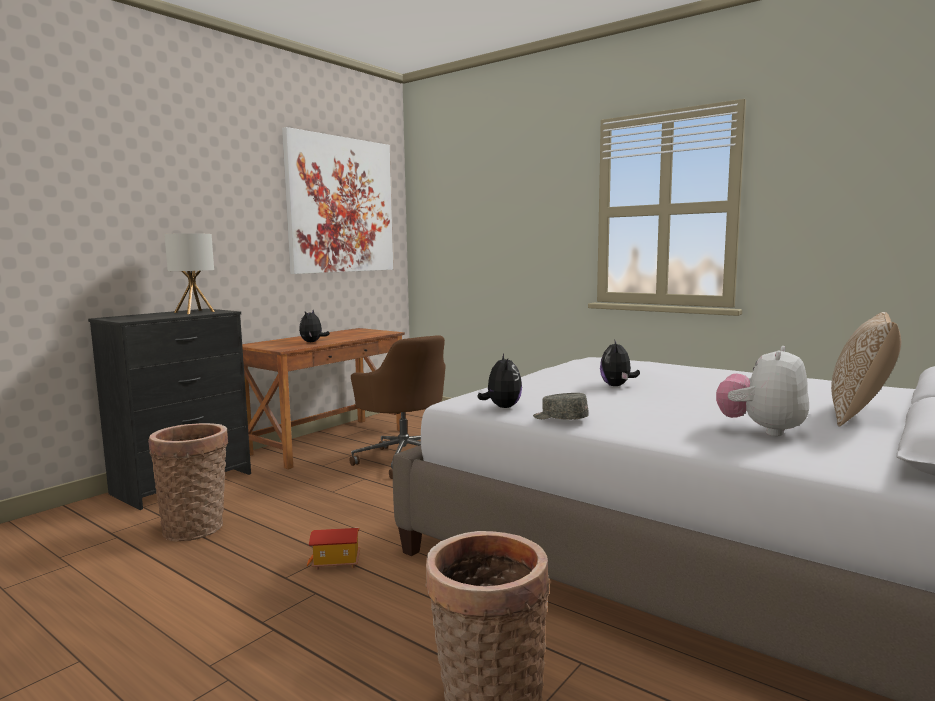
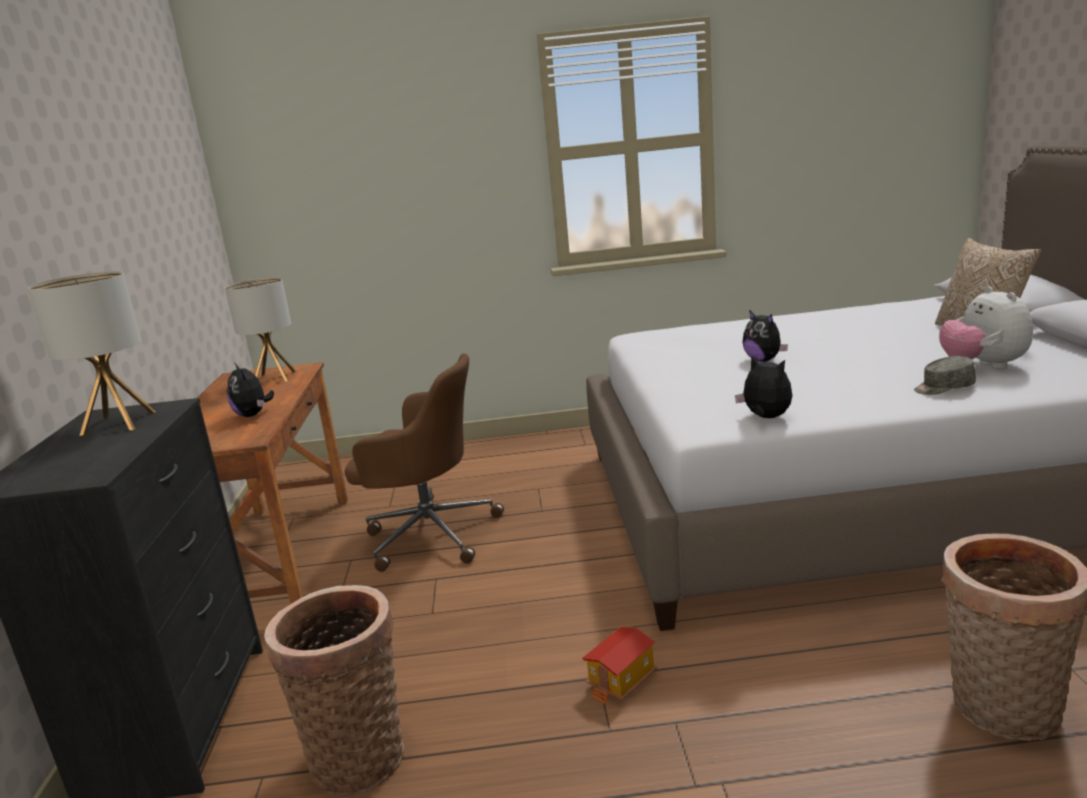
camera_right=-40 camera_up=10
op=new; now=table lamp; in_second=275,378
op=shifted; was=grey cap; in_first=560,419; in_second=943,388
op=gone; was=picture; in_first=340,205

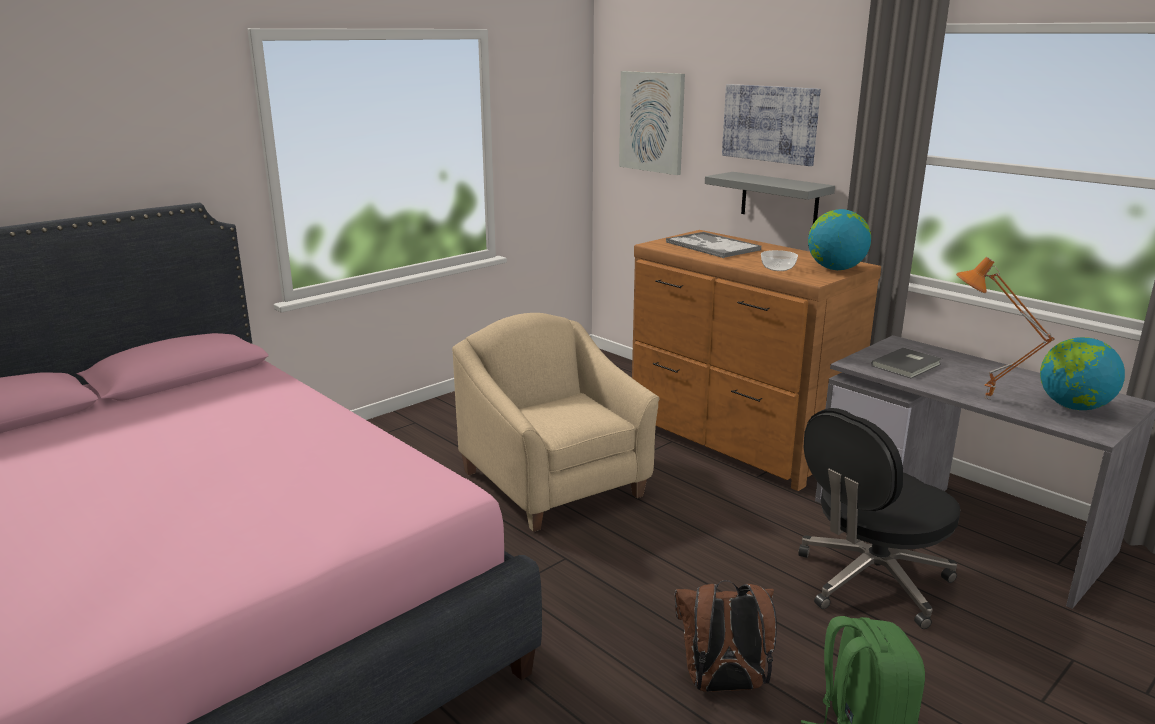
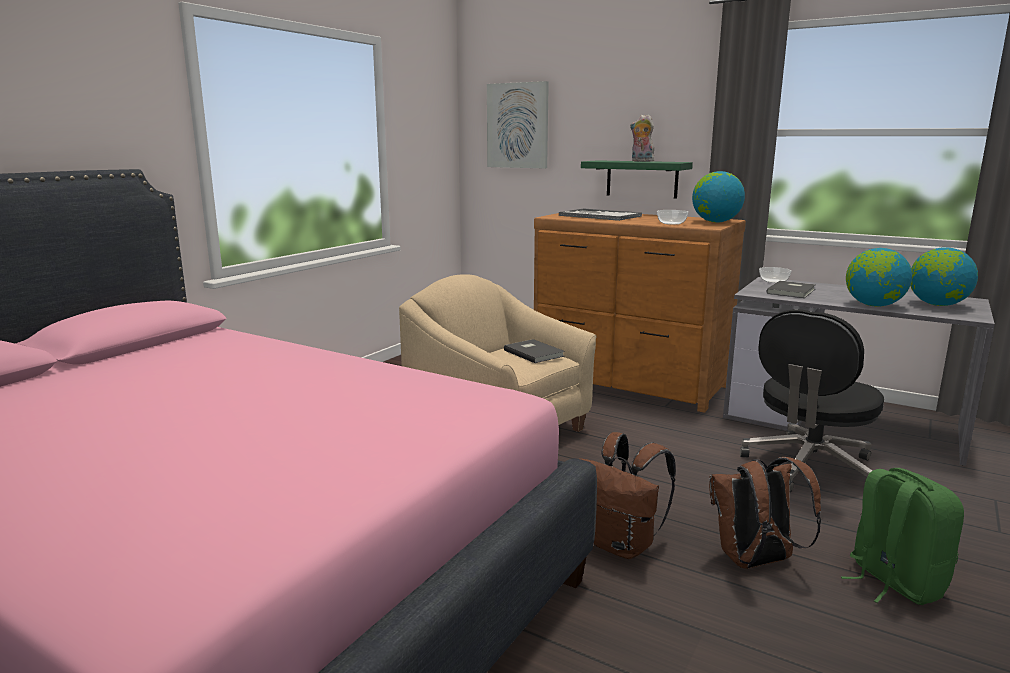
camera_right=-15 camera_up=-5
op=new; now=grey book; in_second=534,352
op=new; now=brown backpack; in_second=622,545
op=repainted; was=grey shelf; now=green shelf; in_first=779,199; in_second=642,179
op=new; now=plush toy; in_second=641,161
op=new; now=bowl; in_second=774,281
op=swapped; was=orange table lamp; now=globe; in_first=986,399; in_second=873,305
op=gone; was=picture; in_first=770,123

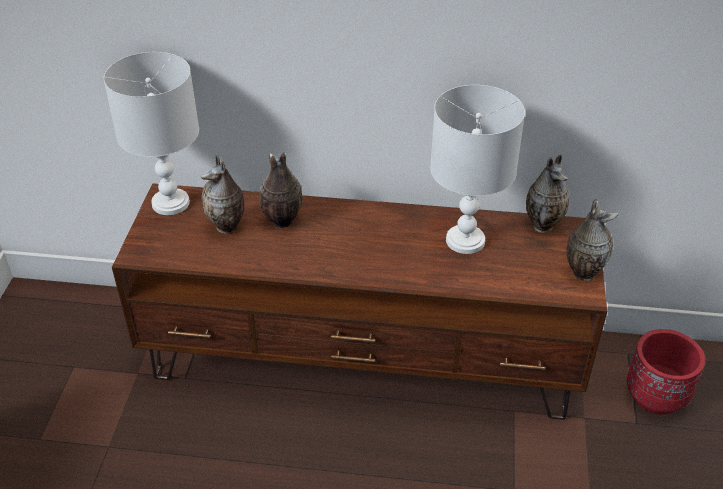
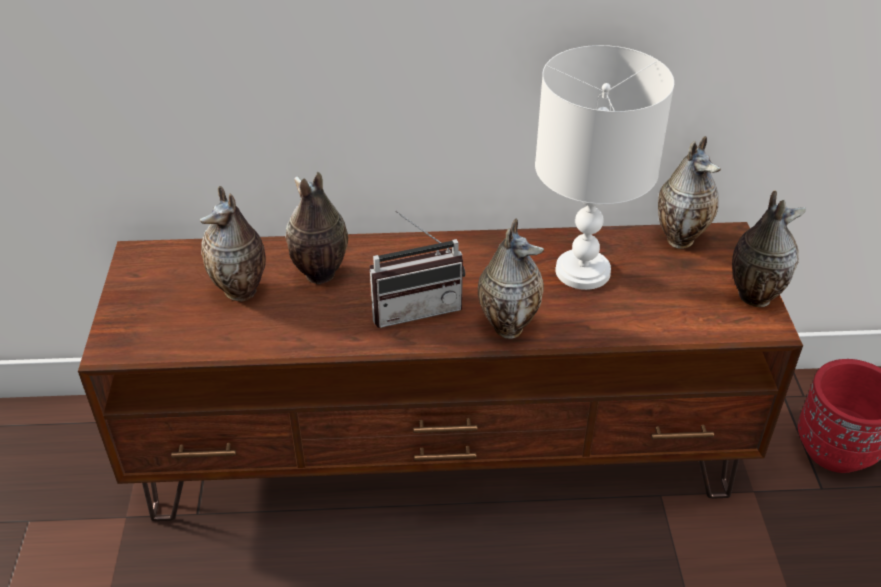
camera_right=-10 camera_up=0
op=new; now=radio; in_second=415,306
op=new; now=vase; in_second=508,325
op=gone; was=white table lamp; in_first=171,202

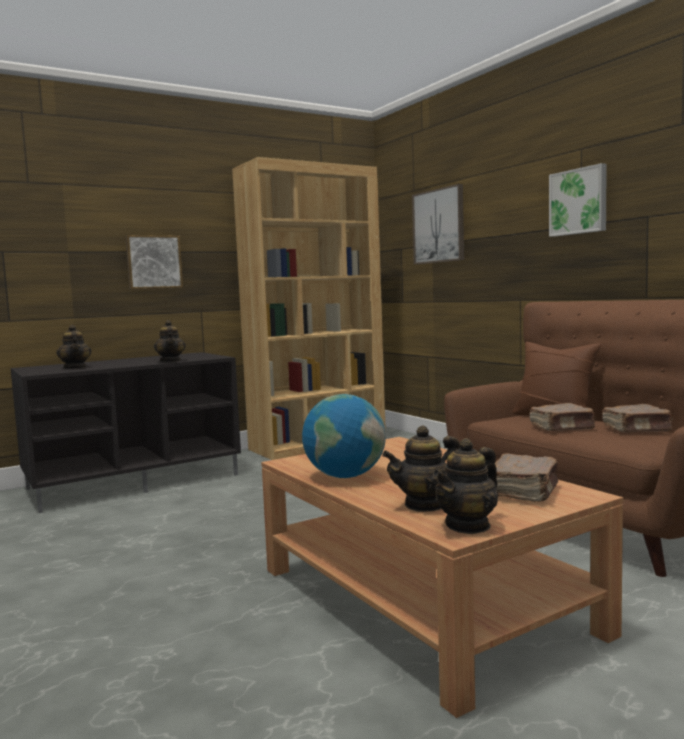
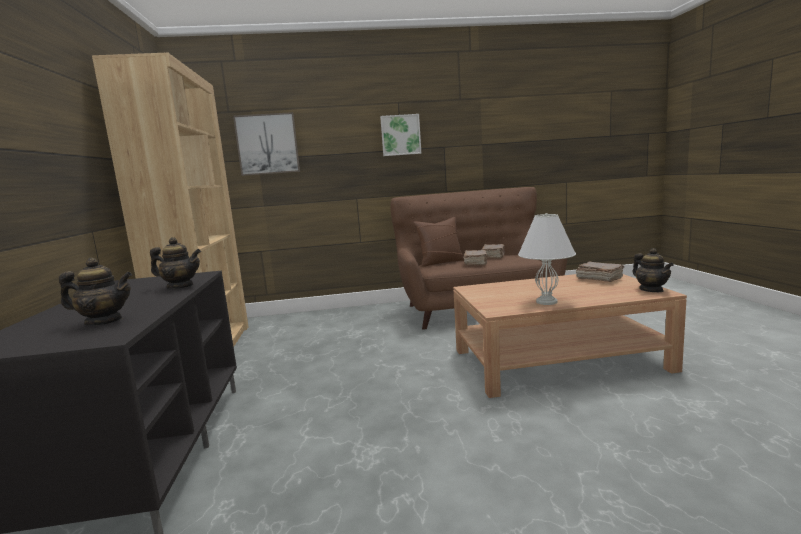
camera_right=-65 camera_up=5
op=swapped; was=globe; now=white table lamp; in_first=345,476; in_second=546,301
op=gone; was=picture; in_first=153,262
op=gone; was=teapot; in_first=425,505

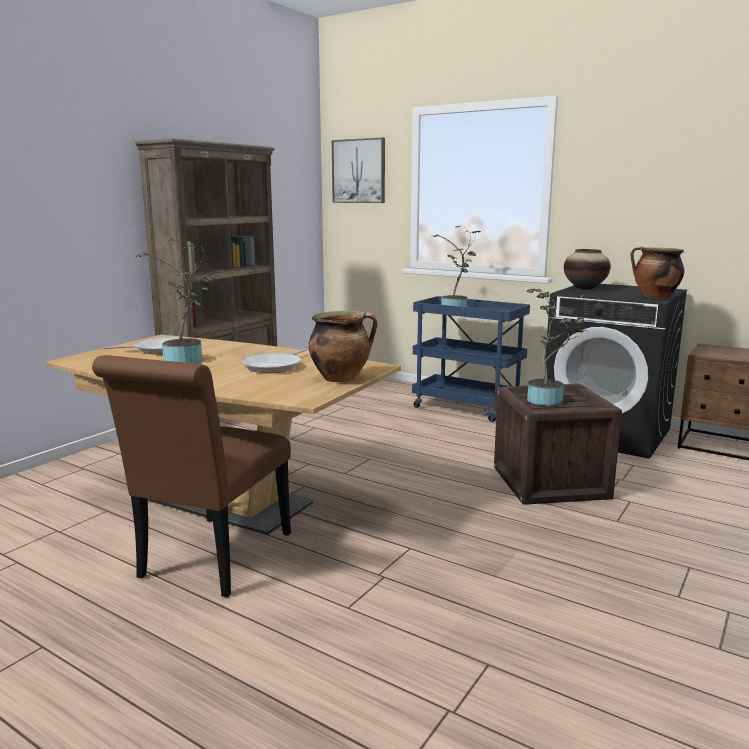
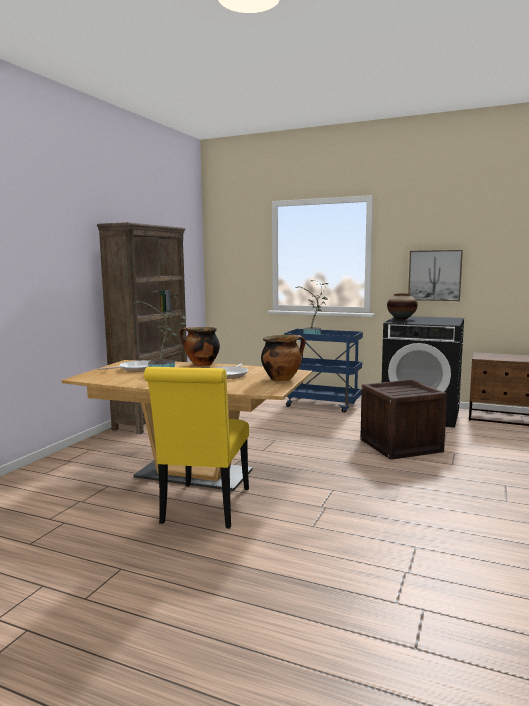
camera_right=-10 camera_up=-5
op=repainted; was=brown chair; now=yellow chair; in_first=211,560; in_second=204,509
op=shifted; was=cooking pot; in_first=654,297; in_second=201,365
op=shifted; was=picture; in_first=359,171; in_second=434,275
op=gone; was=potted plant; in_first=548,399

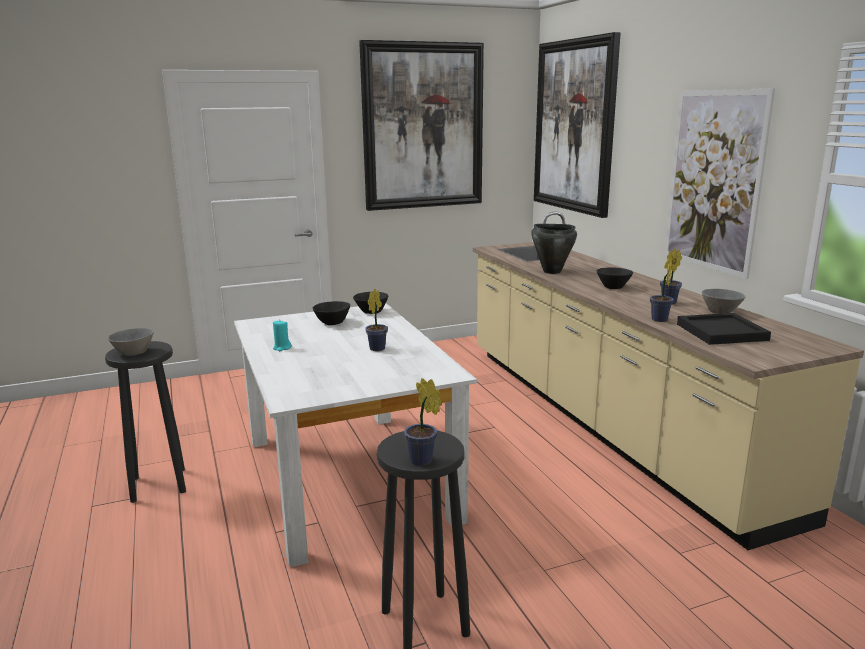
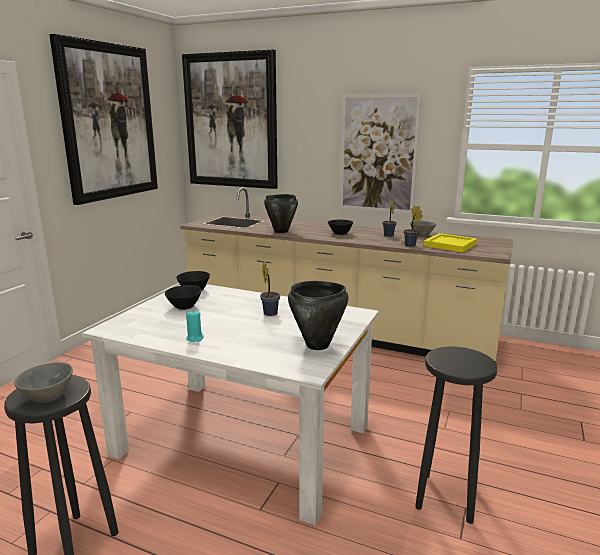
camera_right=-45 camera_up=0
op=new; now=black cooking pot; in_second=318,345
op=repainted; was=black tray; now=yellow tray; in_first=721,332; in_second=450,245
op=gone; was=potted plant; in_first=423,461

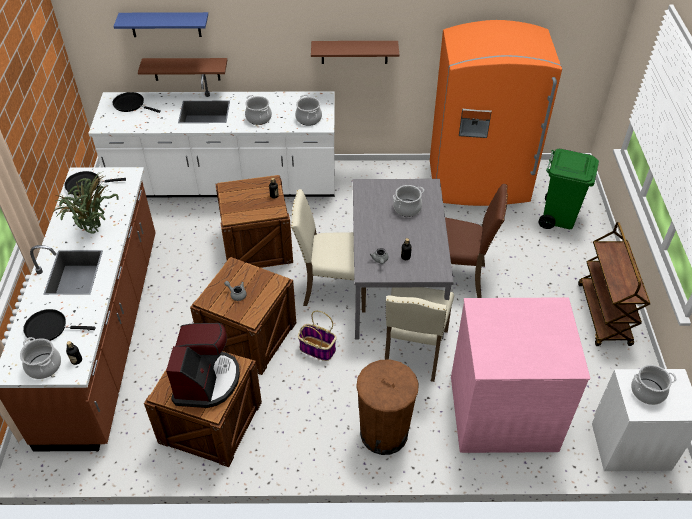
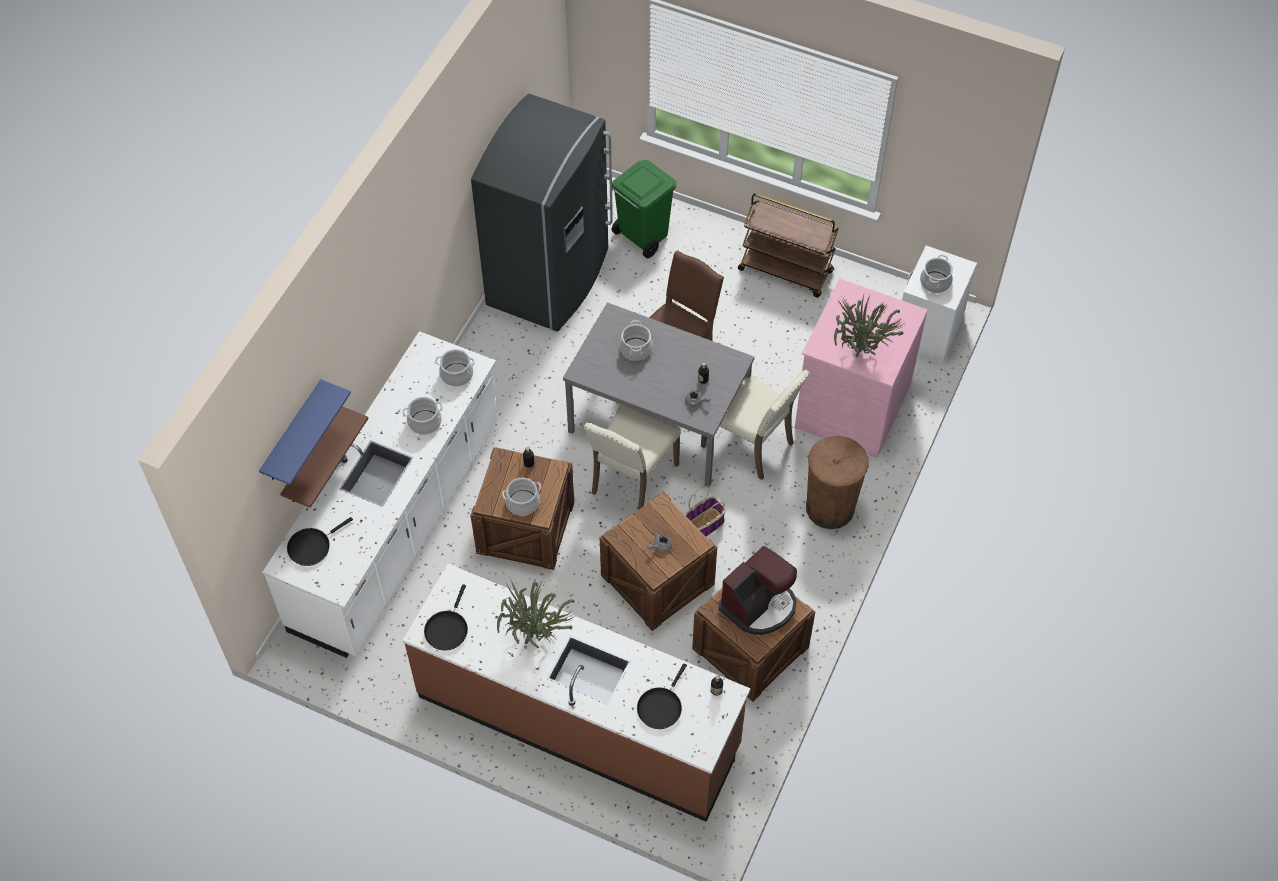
camera_right=-65 camera_up=10
op=repainted; was=orange fridge; now=grey fridge; in_first=479,183; in_second=550,278
op=shifted; was=cooking pot; in_first=44,366; in_second=523,502
op=rotated; was=coffee machine; in_first=206,381; in_second=759,605; clockwise=105
op=new; now=potted plant; in_second=861,353
op=gone; was=brown shelf; in_first=354,52

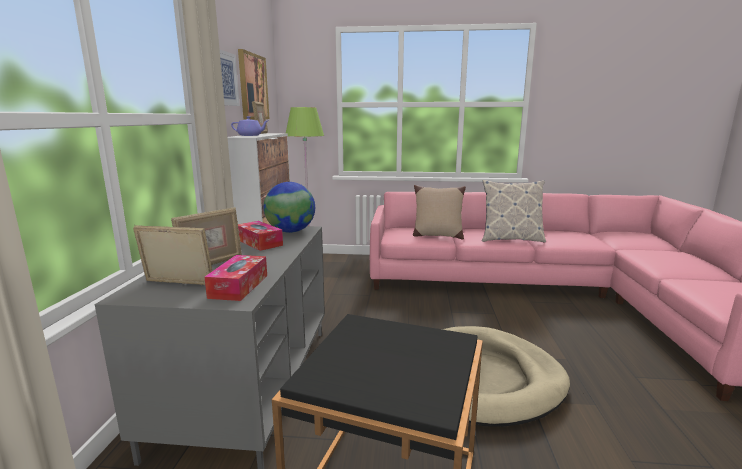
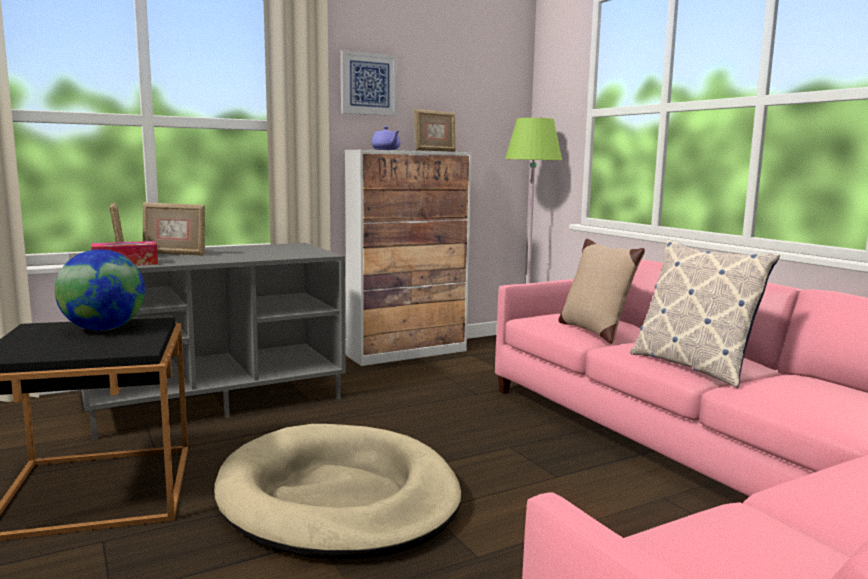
camera_right=55 camera_up=-5
op=shifted; was=globe; in_first=291,231; in_second=103,329
op=gone; was=picture; in_first=252,87
op=gone; was=tissue box; in_first=259,242

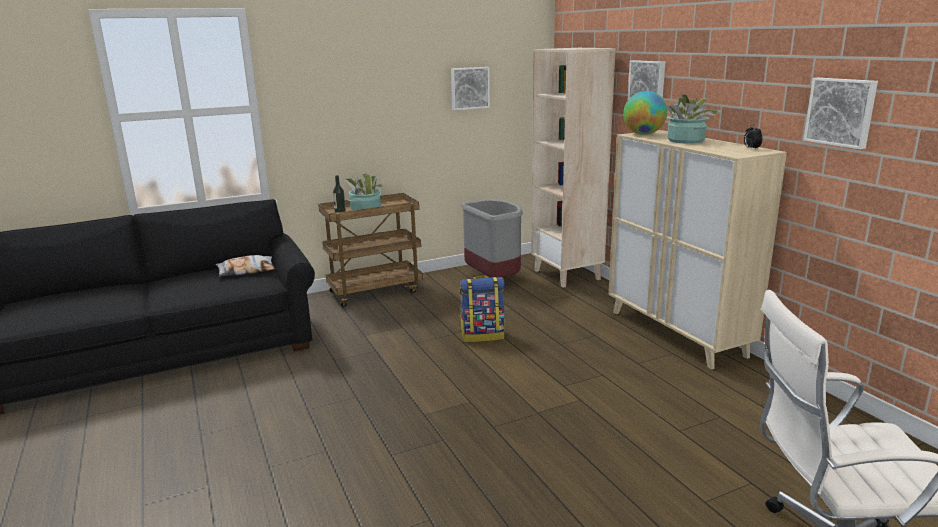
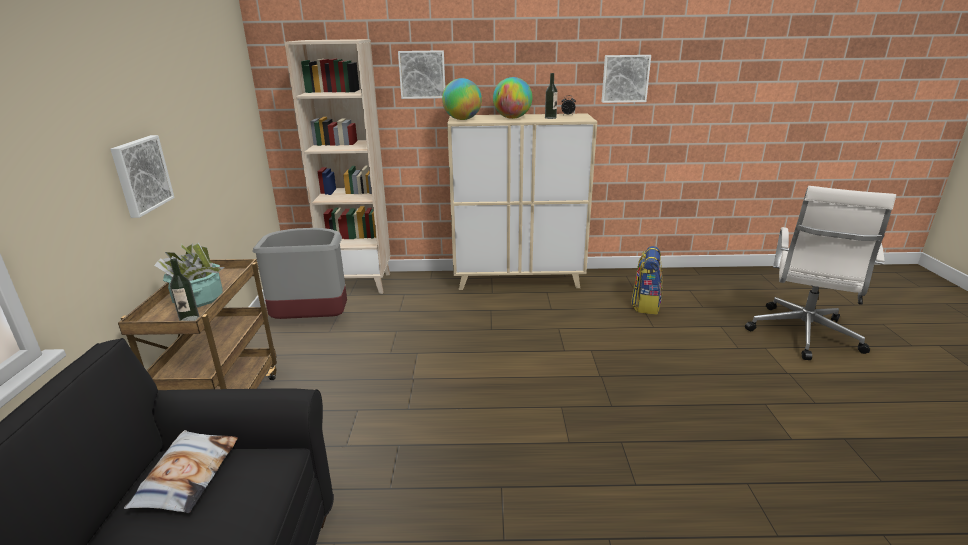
camera_right=-65 camera_up=5
op=shifted; was=picture; in_first=469,88; in_second=140,175
op=swapped; was=potted plant; now=globe; in_first=685,141; in_second=512,118
op=new; now=bottle; in_second=550,118
op=shifted; was=backpack; in_first=483,335; in_second=645,304

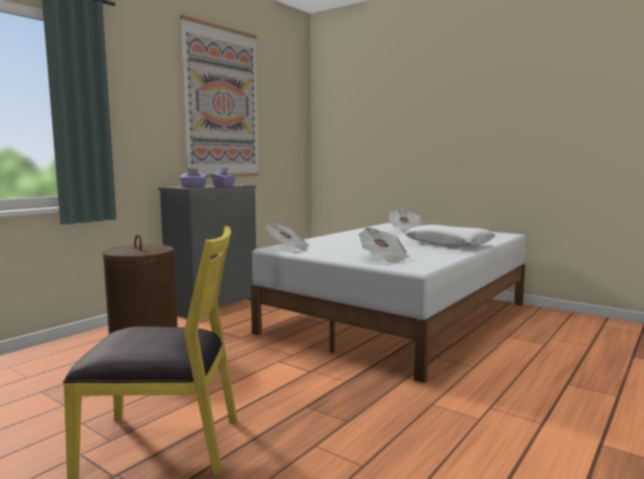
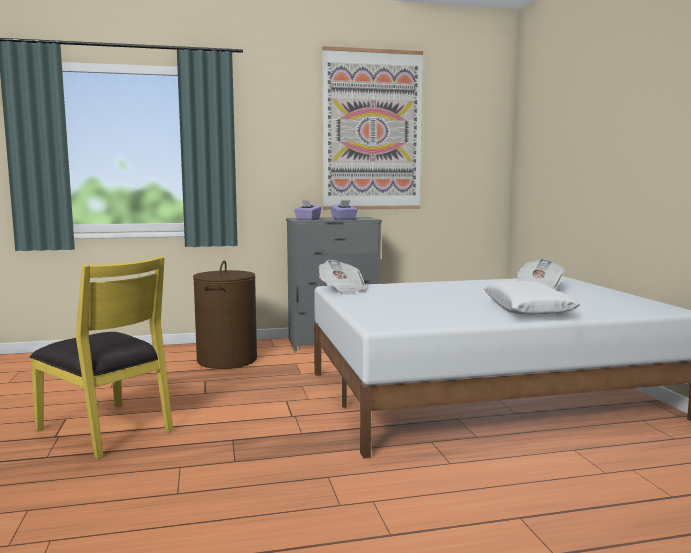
camera_right=40 camera_up=0
op=gone; was=newspaper; in_first=383,259

